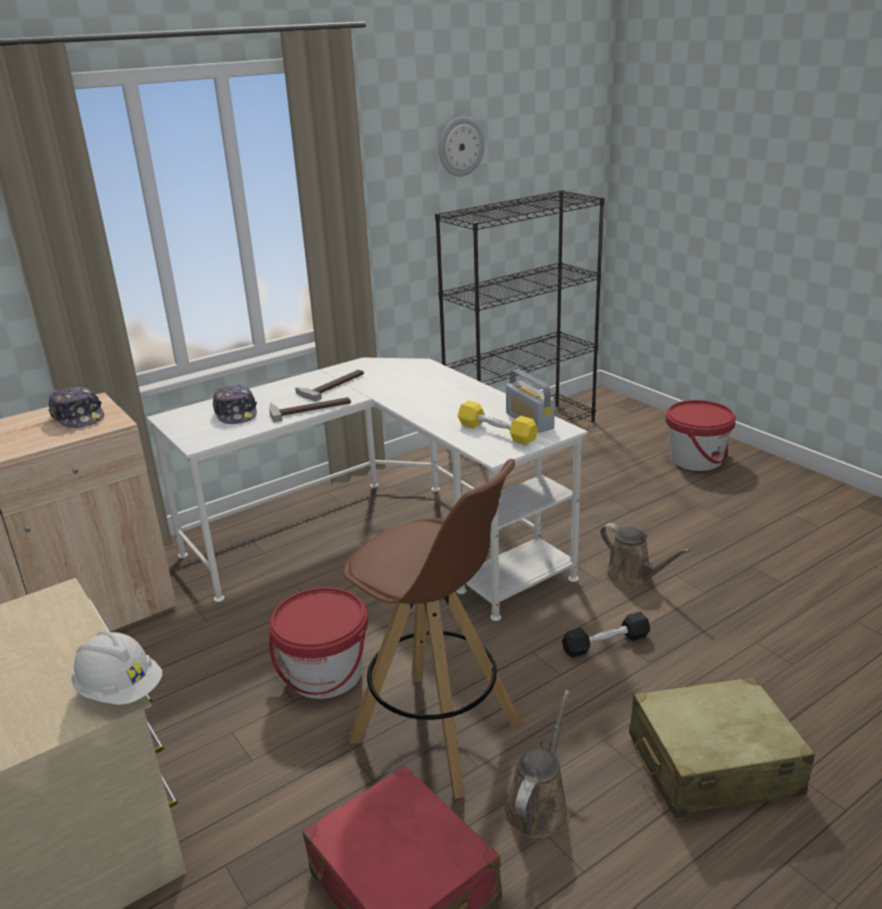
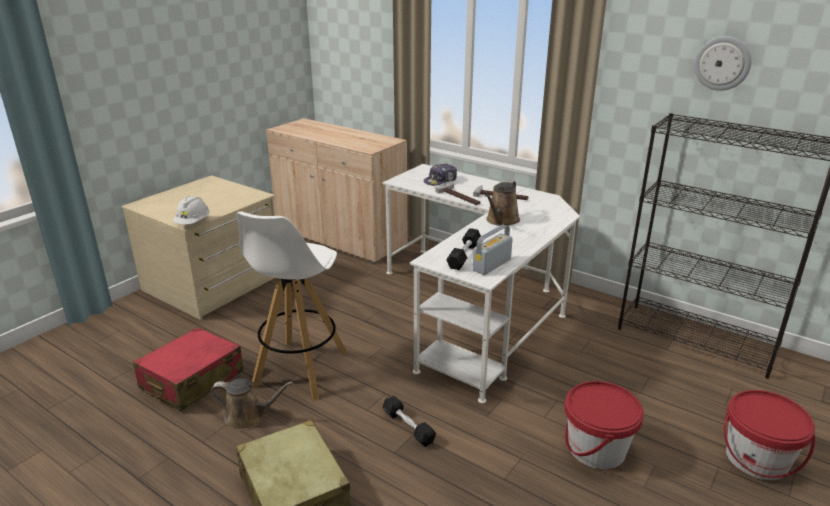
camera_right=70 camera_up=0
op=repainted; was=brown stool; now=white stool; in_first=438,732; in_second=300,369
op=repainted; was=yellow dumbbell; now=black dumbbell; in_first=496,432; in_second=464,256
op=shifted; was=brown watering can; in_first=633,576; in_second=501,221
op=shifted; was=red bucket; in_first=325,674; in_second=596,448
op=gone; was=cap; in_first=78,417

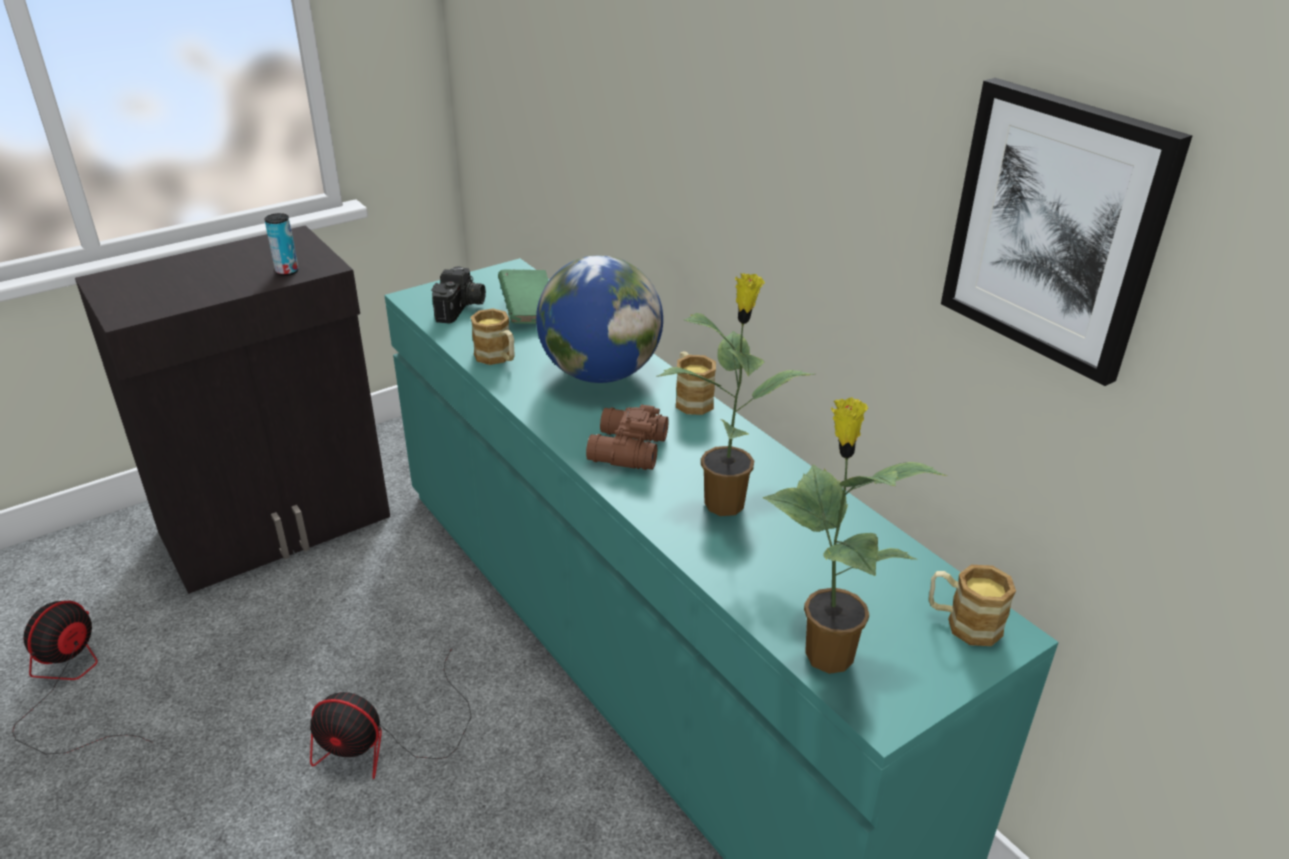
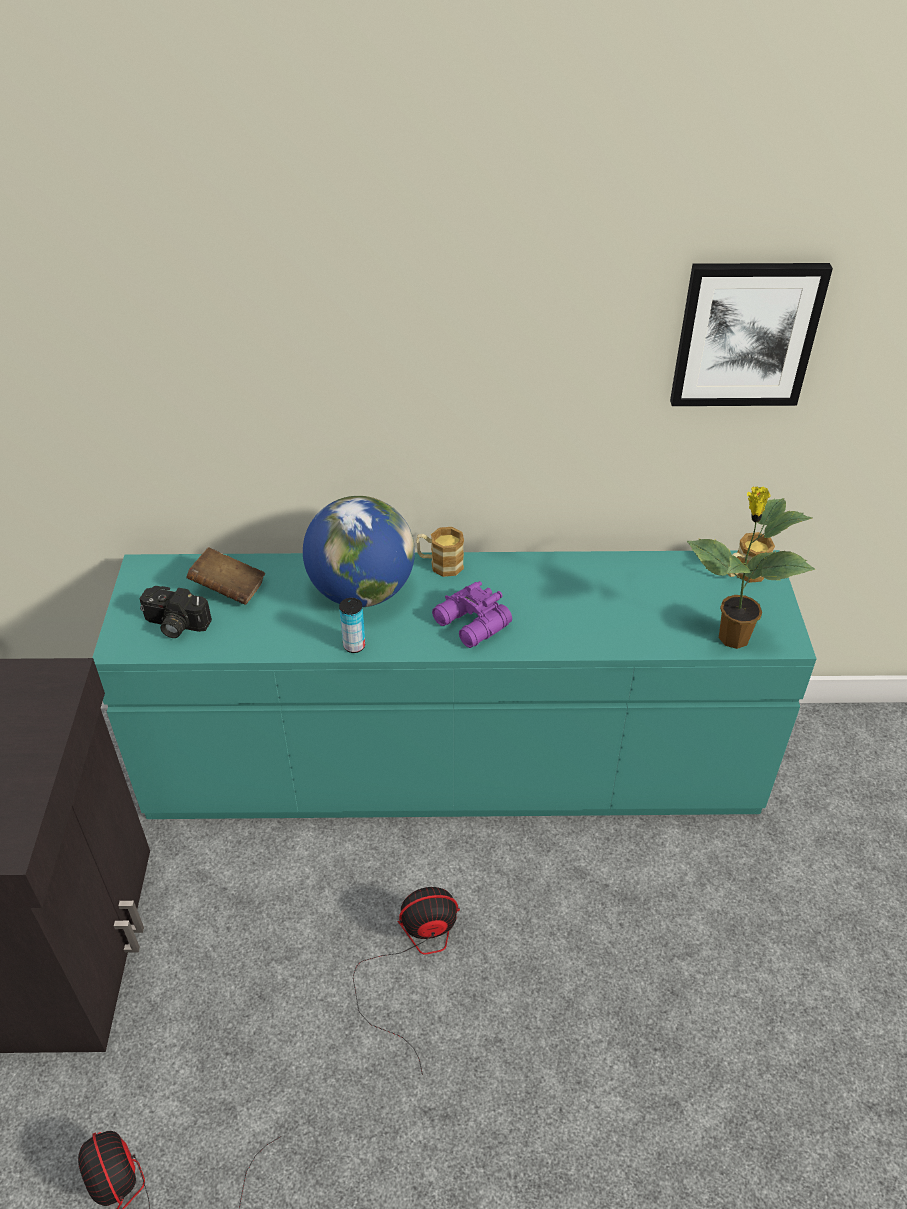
camera_right=-55 camera_up=10
op=rotated; was=photo camera; in_first=461,308; in_second=174,625; clockwise=150
op=repainted; was=green book; now=brown book; in_first=529,313; in_second=229,589
op=shifted; was=can; in_first=287,271; in_second=354,646
op=rotated; was=fan; in_first=387,741; in_second=413,959; clockwise=-150
op=repainted; was=brown binoculars; now=purple binoculars; in_first=625,450; in_second=471,625
op=gone; was=mug; in_first=497,358
op=gone; was=potted plant; in_first=726,502

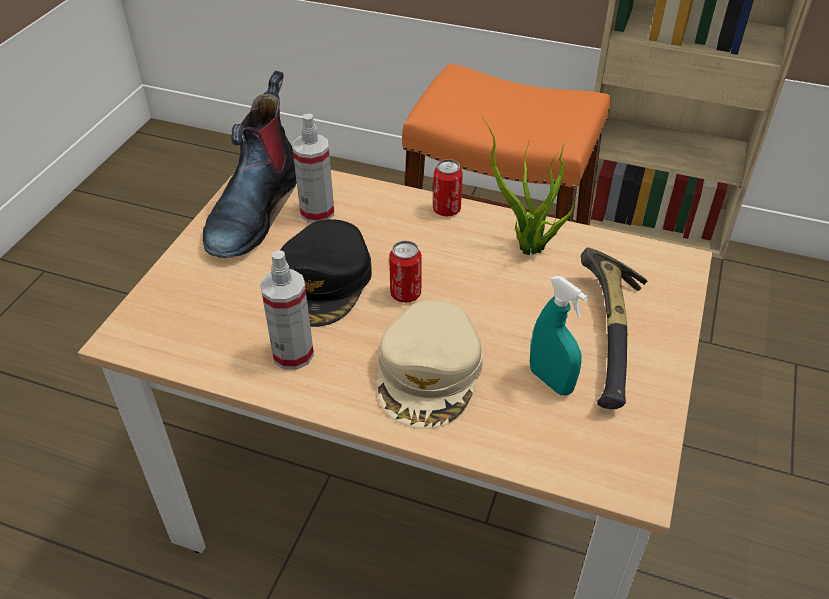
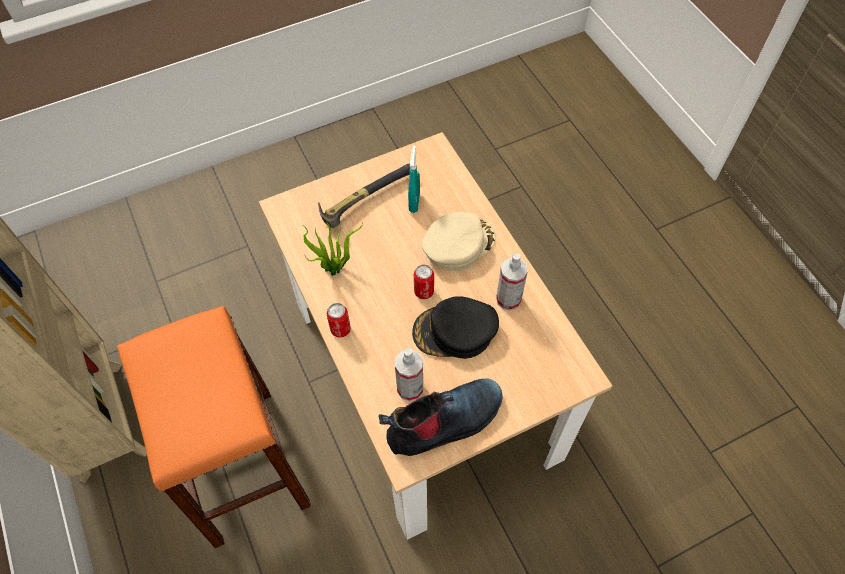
camera_right=-135 camera_up=15
op=rotated; was=black cap; in_first=324,281; in_second=455,332; clockwise=-150

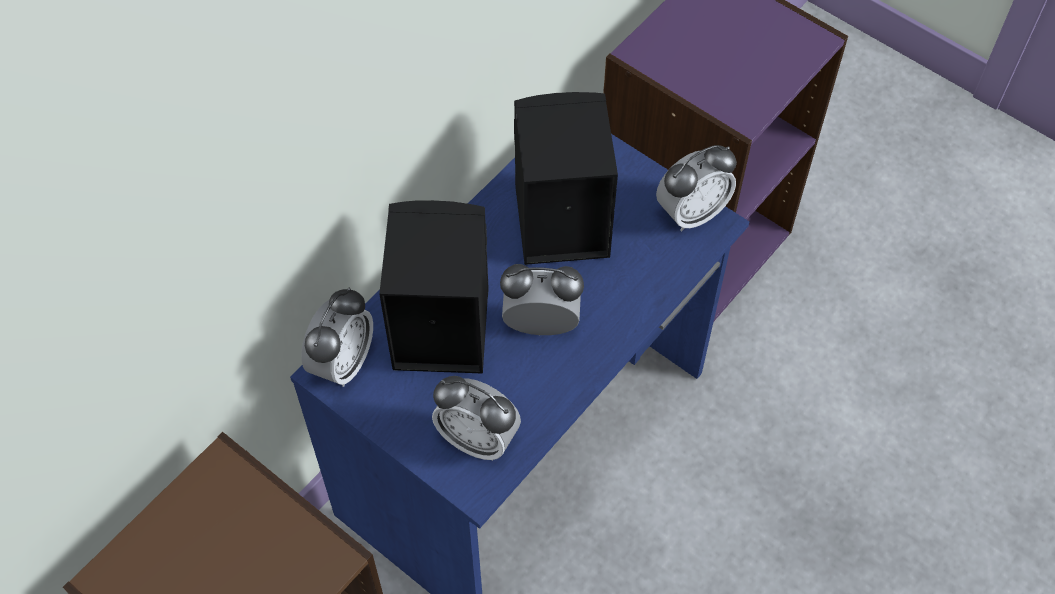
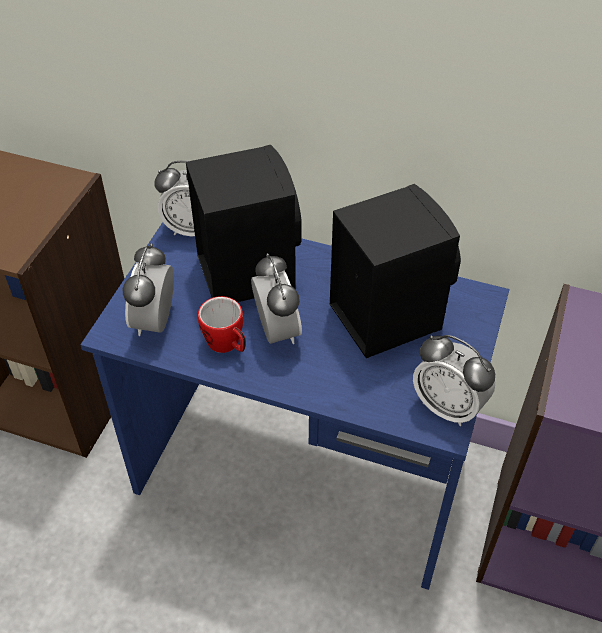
camera_right=70 camera_up=-10
op=new; now=mug; in_second=227,345

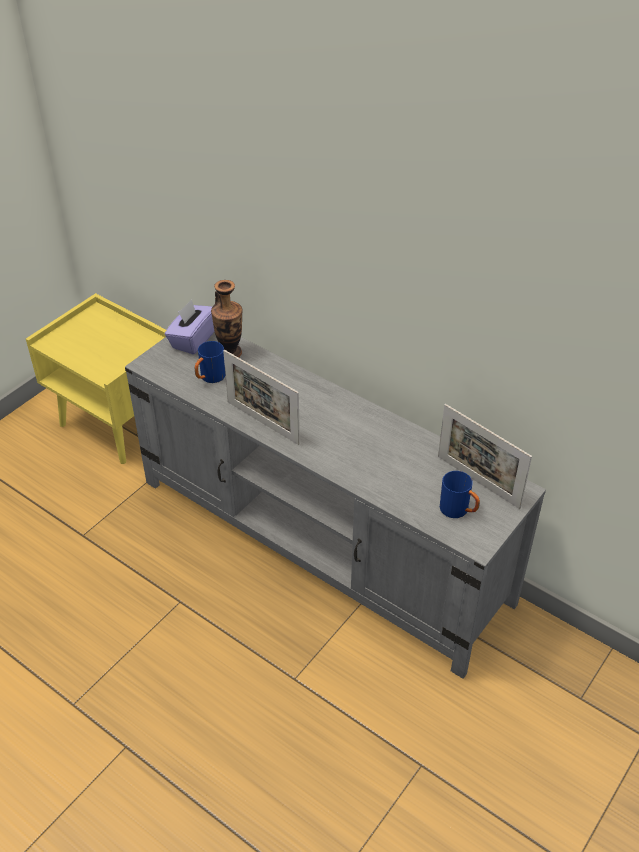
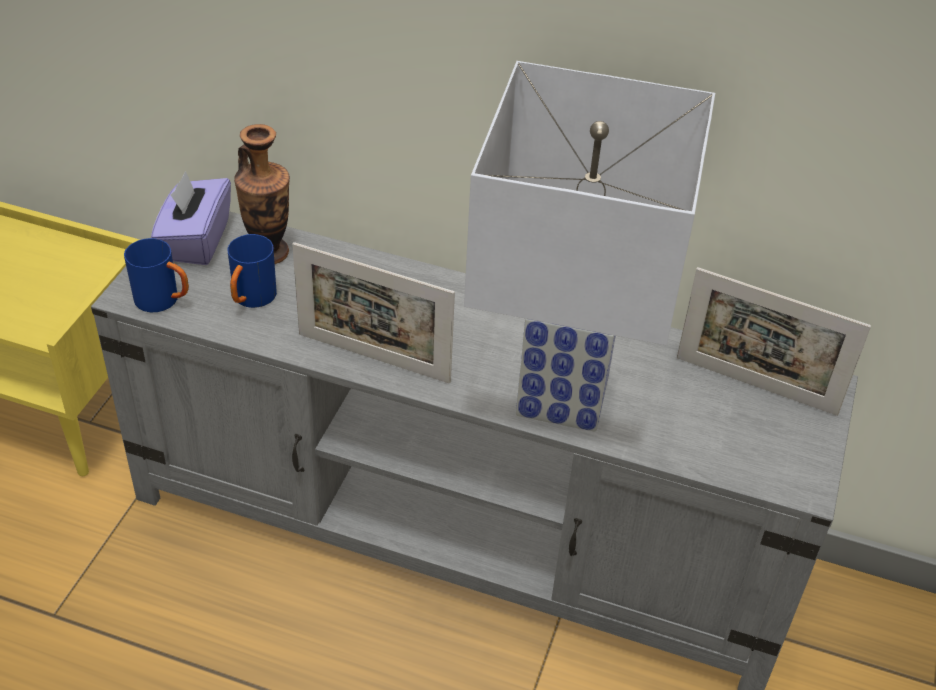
camera_right=-20 camera_up=0
op=shifted; was=blue mug; in_first=458,511; in_second=164,301
op=new; now=white table lamp; in_second=560,396

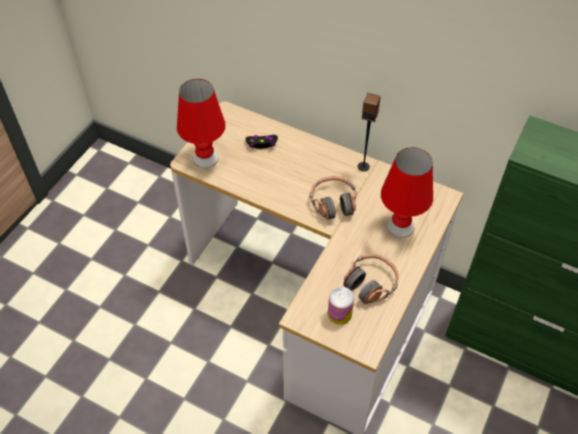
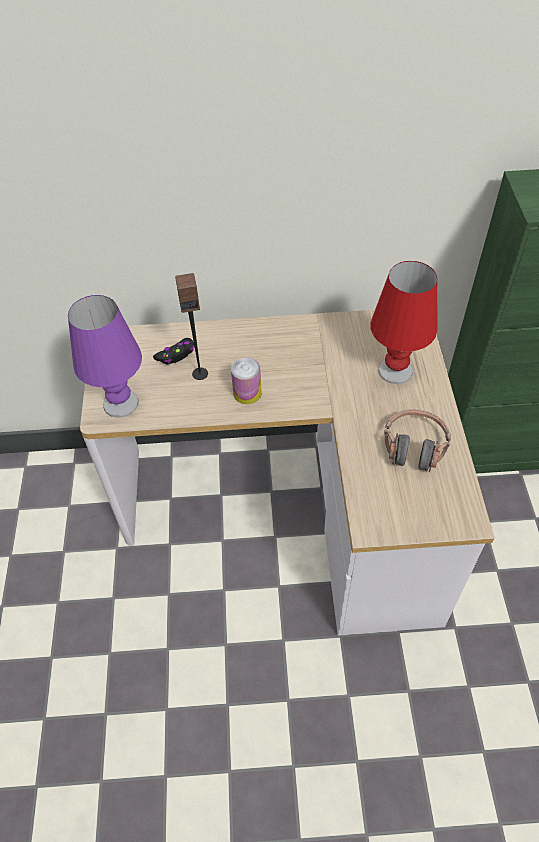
camera_right=-30 camera_up=0
op=repainted; was=red table lamp; now=purple table lamp; in_first=205,158; in_second=121,403
op=shifted; was=speaker; in_first=363,166; in_second=200,373
op=shifted; was=can; in_first=339,313; in_second=247,393
op=gone; was=headphones; in_first=333,203

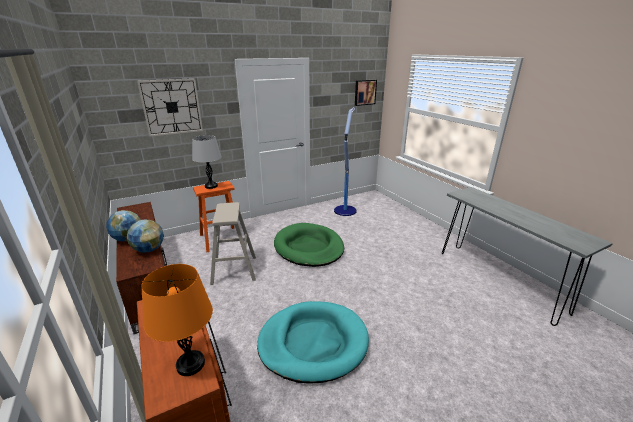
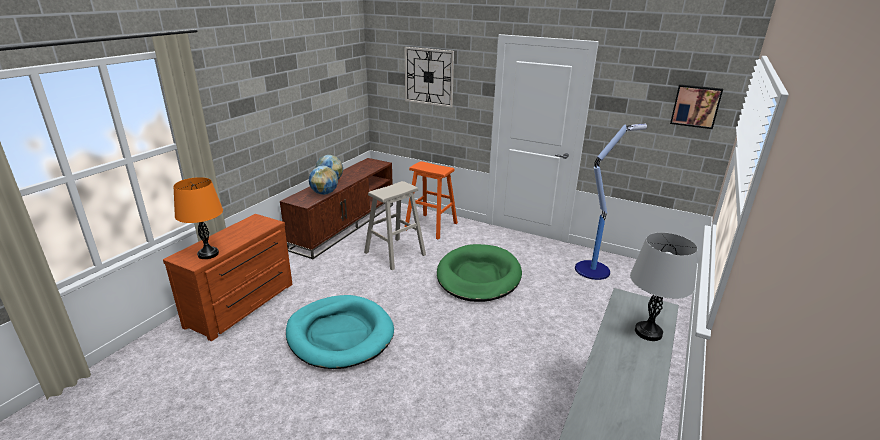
camera_right=55 camera_up=0
op=shifted; was=grey table lamp; in_first=211,186; in_second=648,332

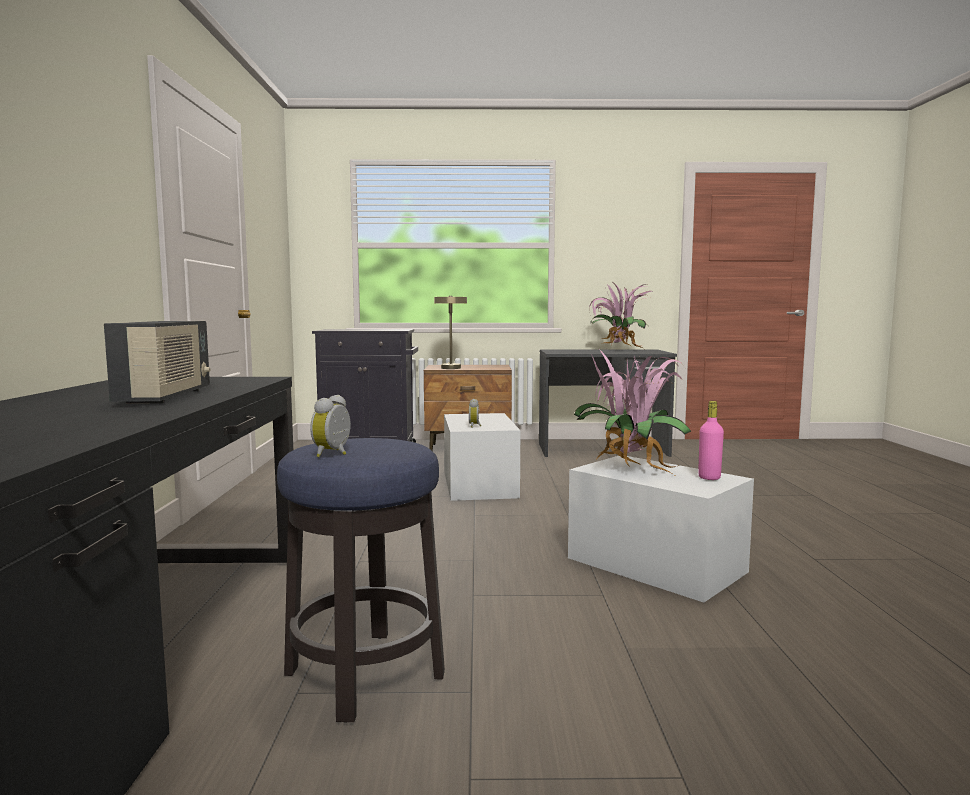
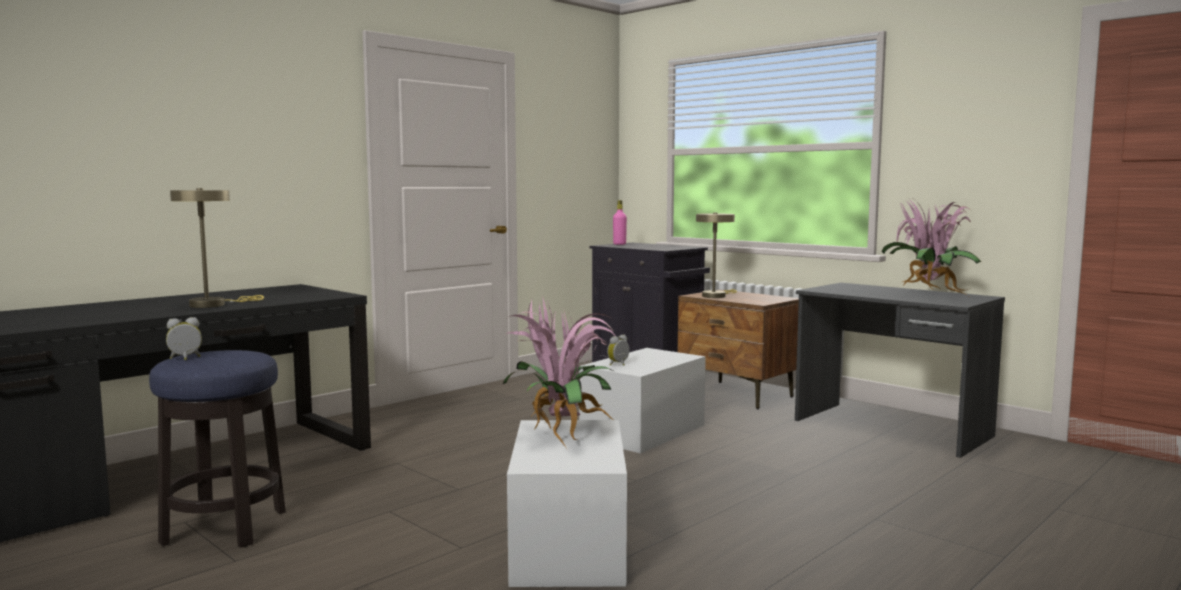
camera_right=45 camera_up=0
op=swapped; was=radio; now=beige table lamp; in_first=166,397; in_second=213,304
op=shifted; was=pink bottle; in_first=709,477; in_second=619,244

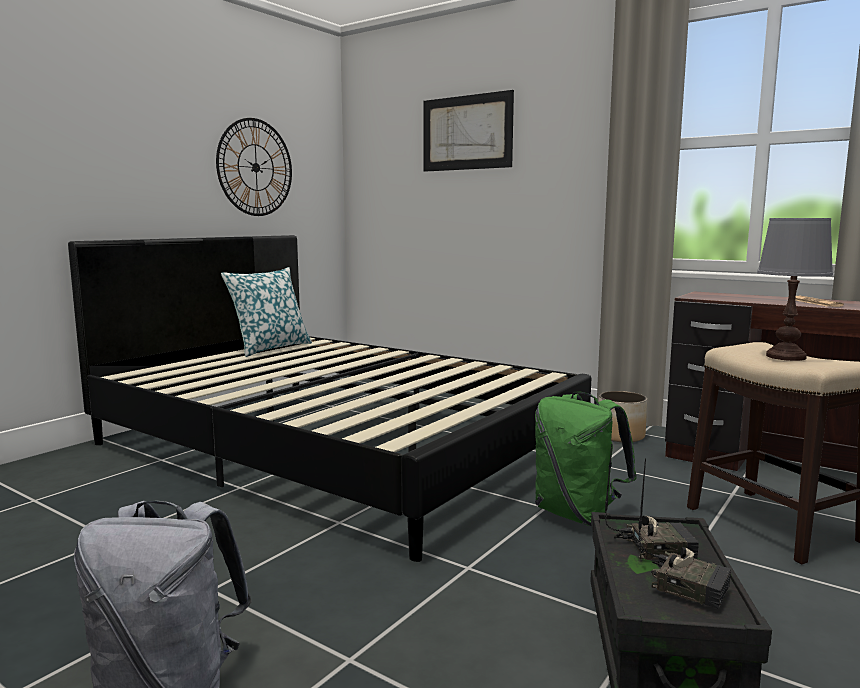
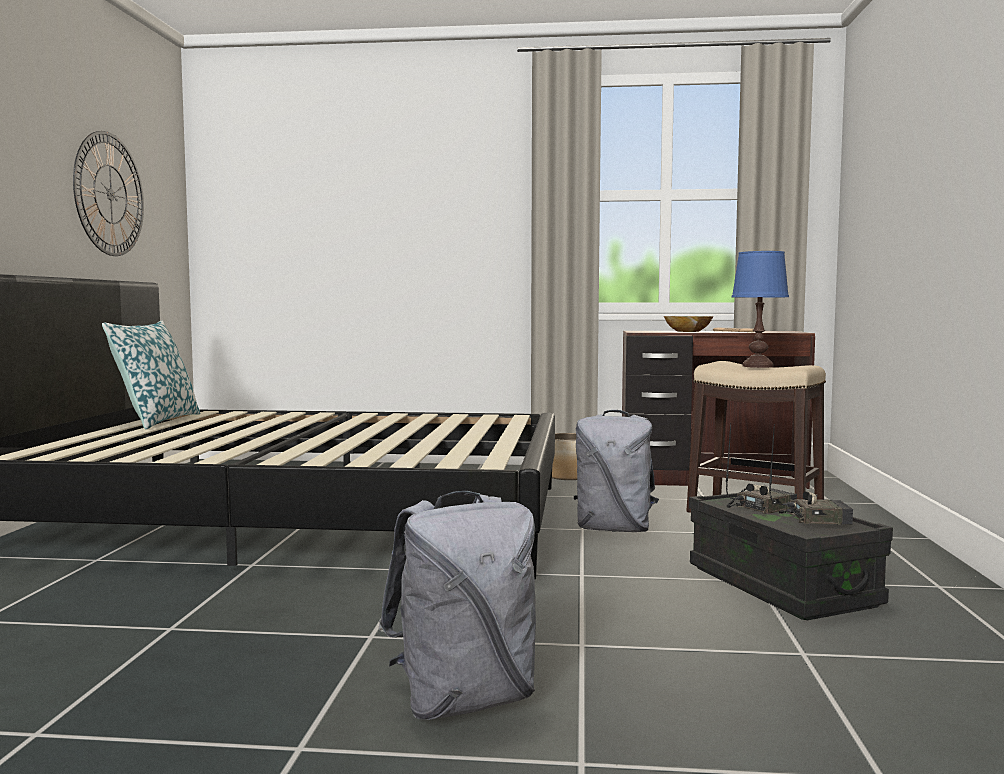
camera_right=-30 camera_up=-5
op=repainted; was=green backpack; now=grey backpack; in_first=578,515; in_second=614,529
op=new; now=bowl; in_second=688,331
op=repainted; was=grey table lamp; now=blue table lamp; in_first=786,357; in_second=758,366
op=gone; was=picture; in_first=466,133

